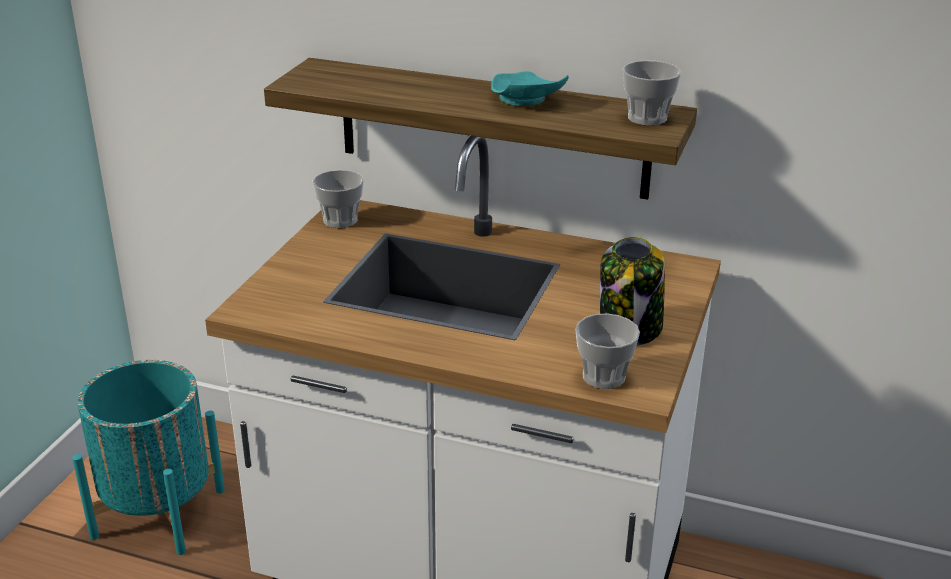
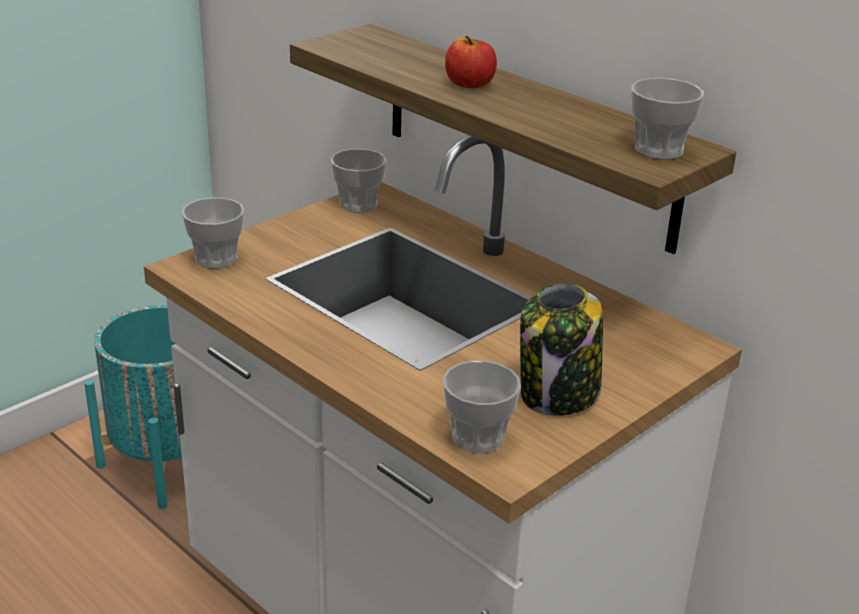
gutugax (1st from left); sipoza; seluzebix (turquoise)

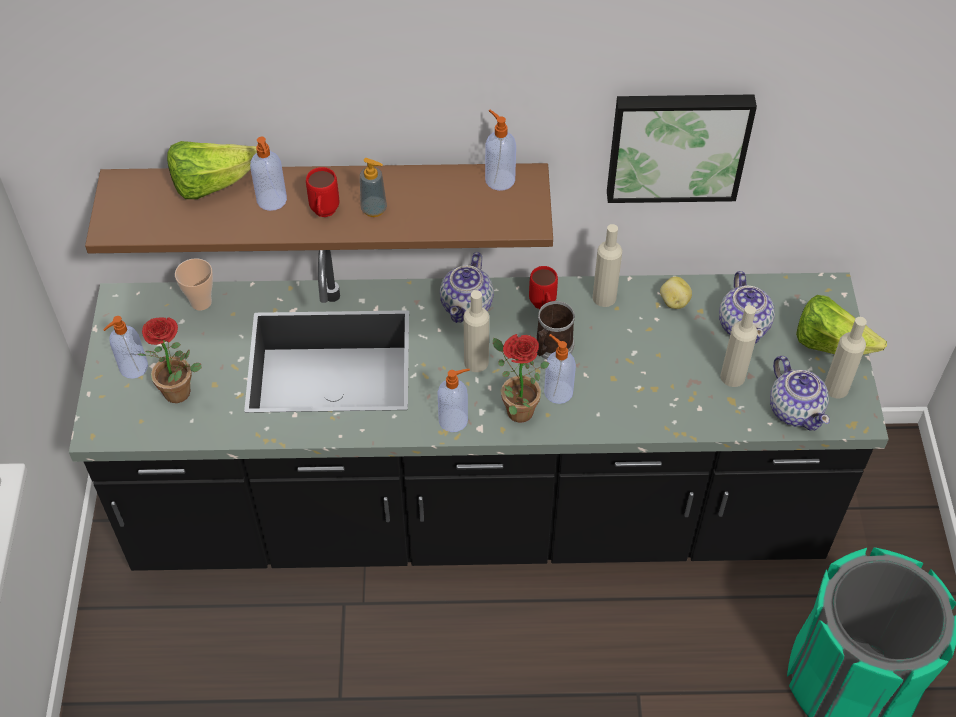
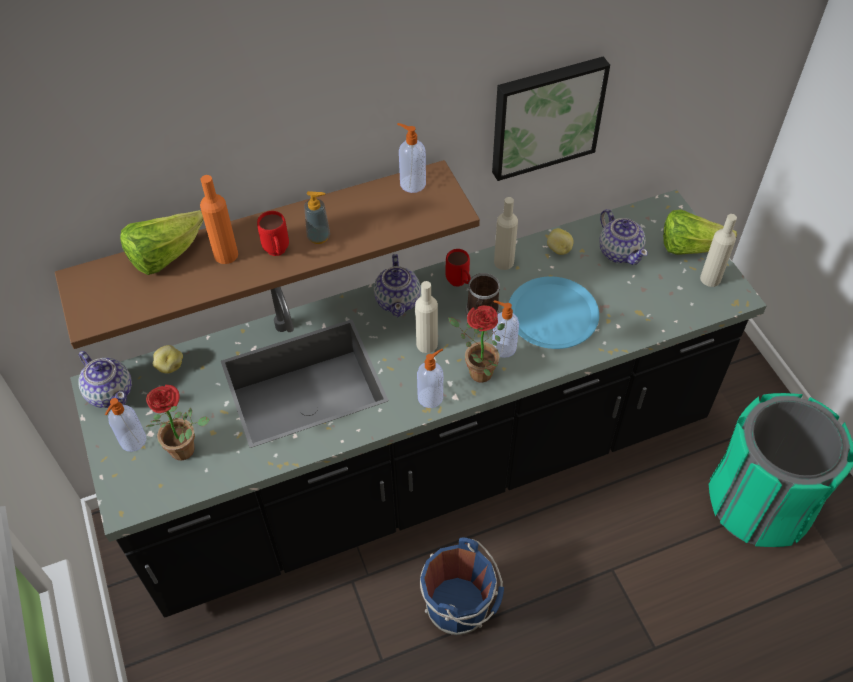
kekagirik (1st from left); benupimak (1st from left); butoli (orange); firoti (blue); seluzebix (blue); butoli (beige) (3rd from left in the first image)

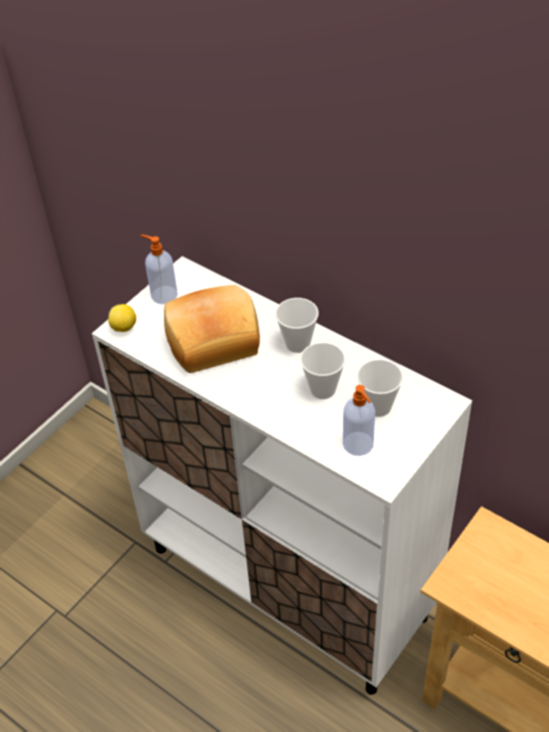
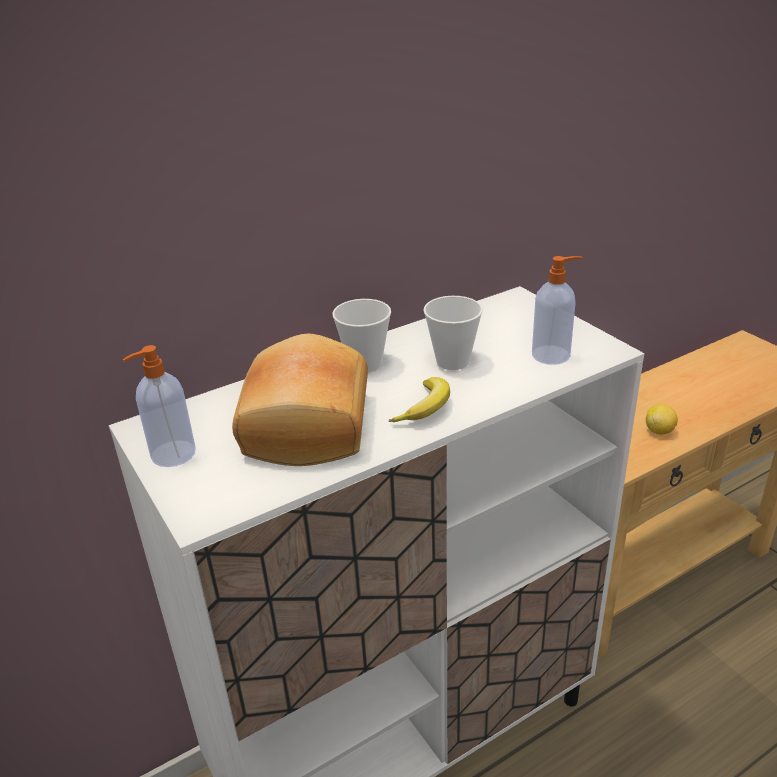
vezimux; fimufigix; gutugax (3rd from left in the first image)

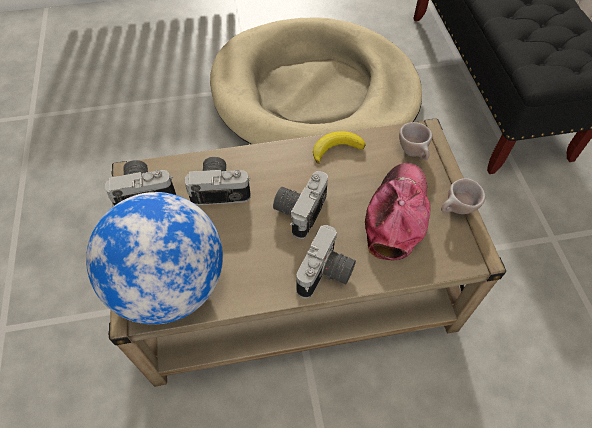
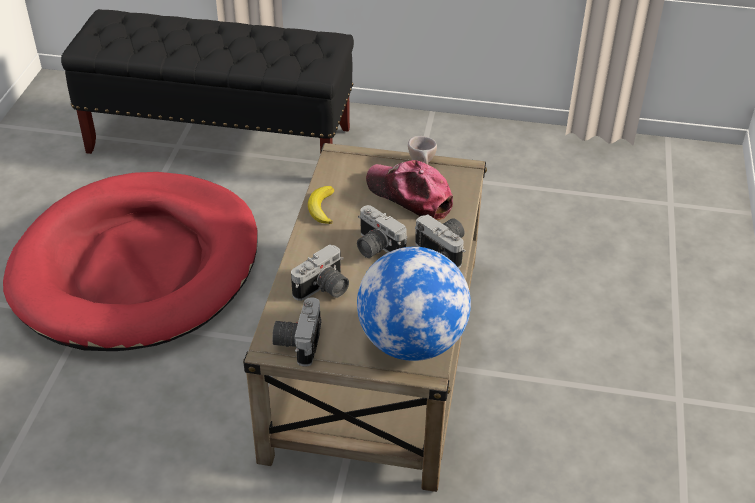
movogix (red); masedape (2nd from left); gutugax (beige) (1st from left in the first image)

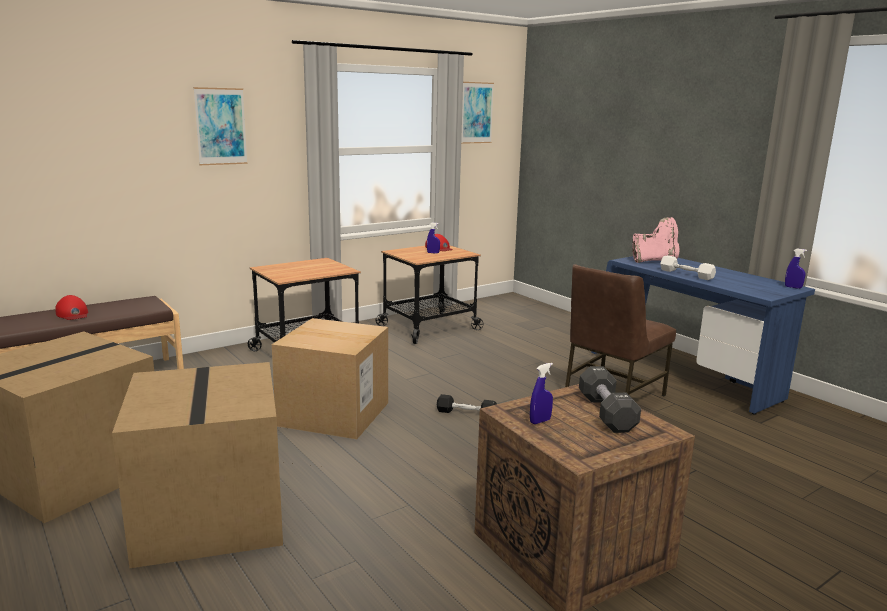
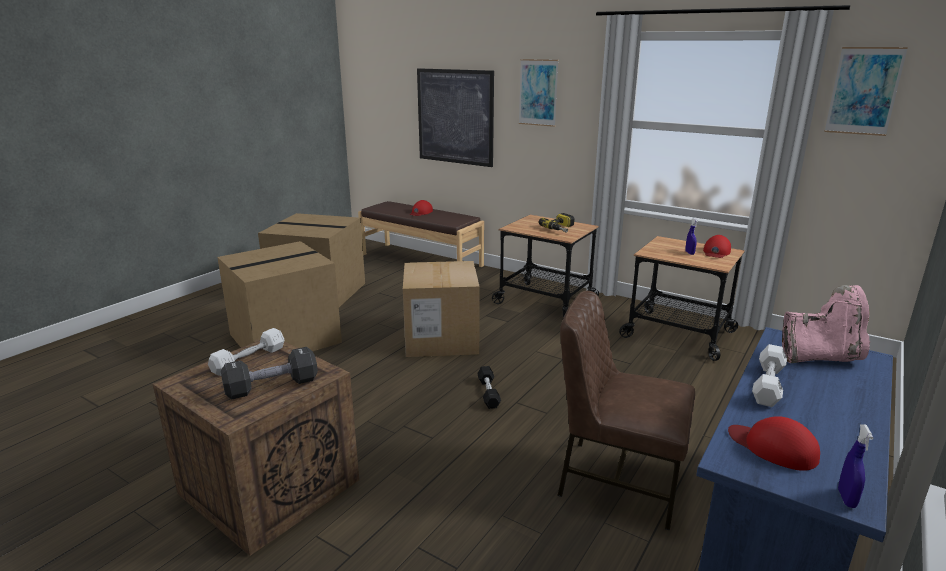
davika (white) (1st from left); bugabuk (1st from left); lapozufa; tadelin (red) (3rd from left); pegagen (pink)

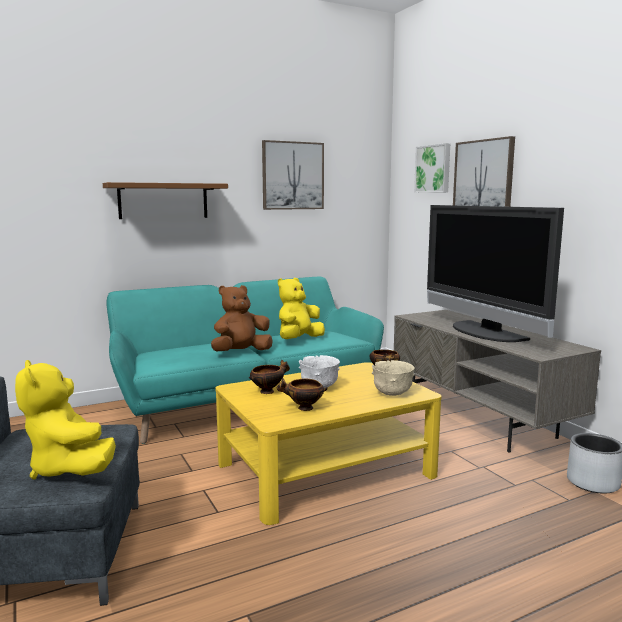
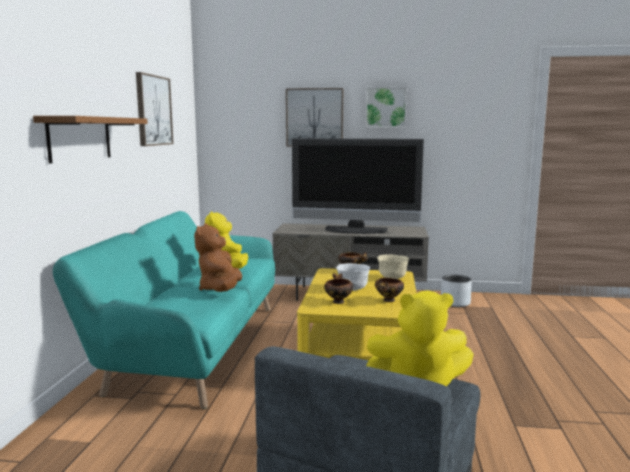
bugabuk (3rd from left)

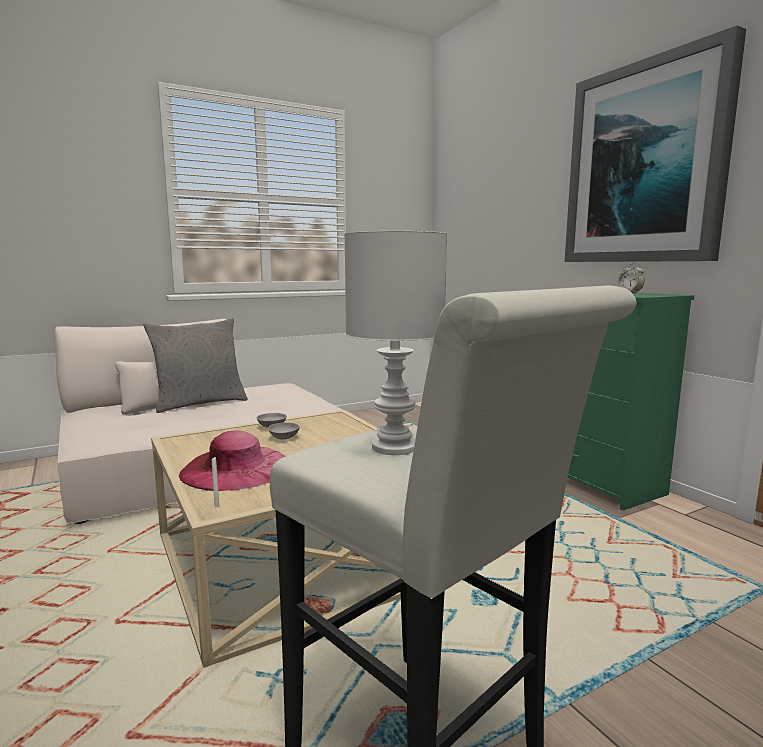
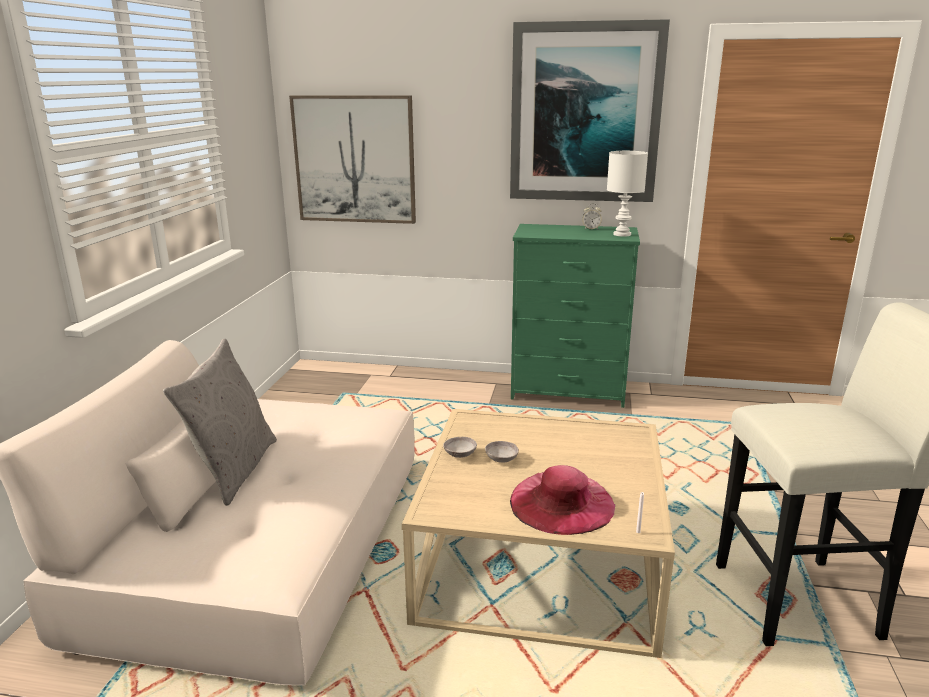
bugabuk (1st from left); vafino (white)

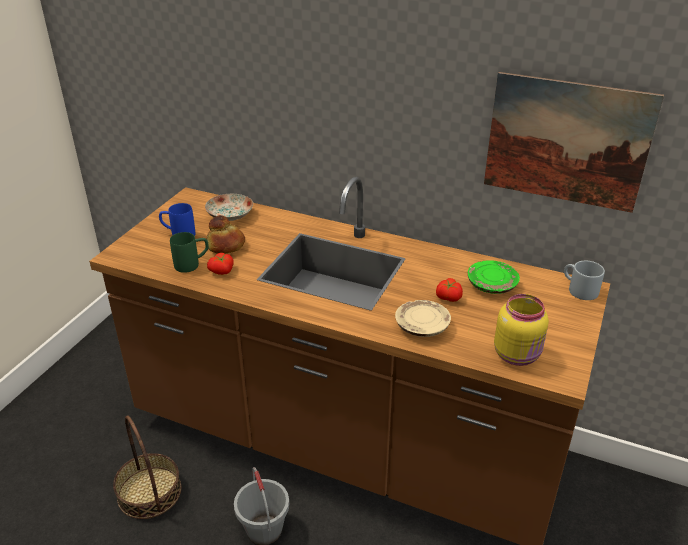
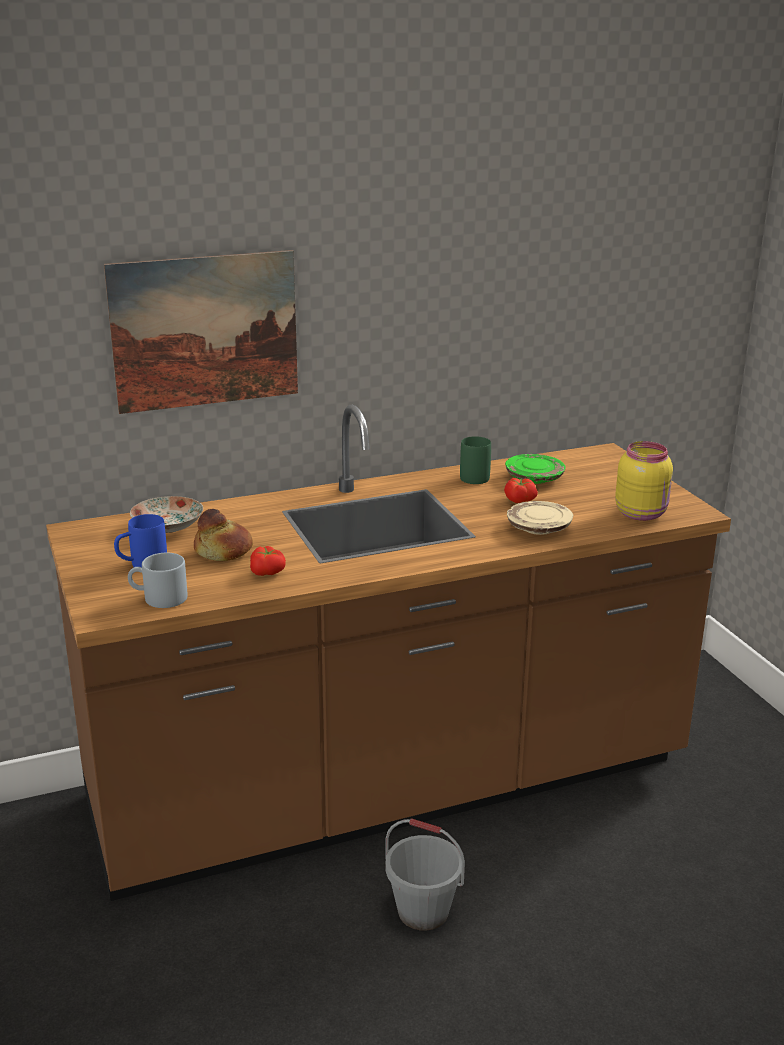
bugabuk; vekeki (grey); vekeki (green); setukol

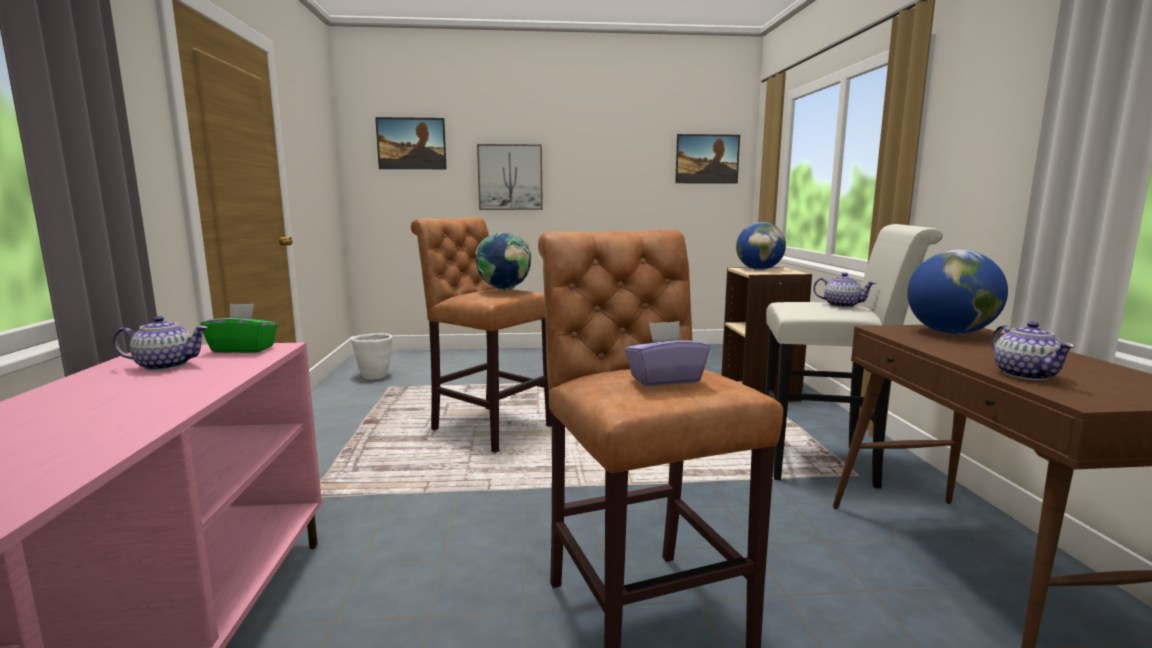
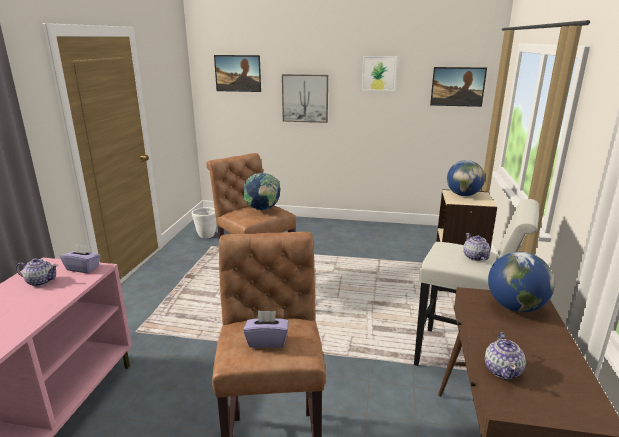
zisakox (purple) (1st from left); bugabuk (3rd from left); kekagirik (2nd from left)

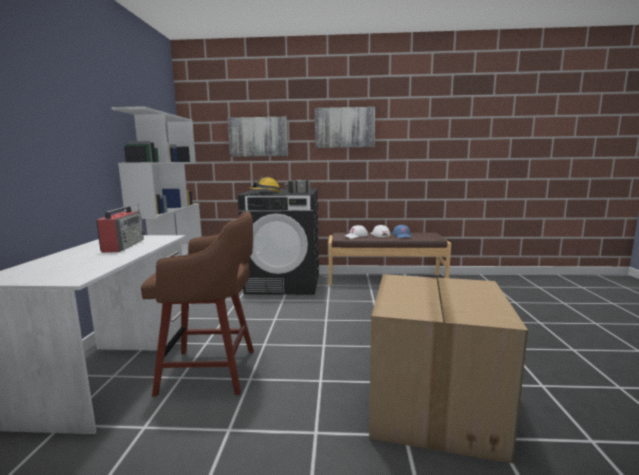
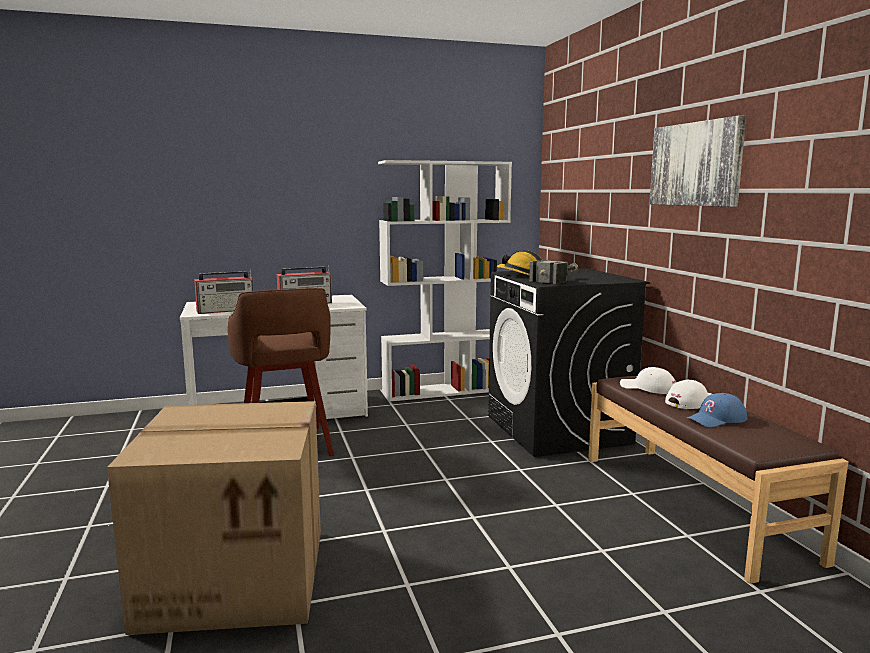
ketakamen (1st from left); bugabuk (1st from left in the first image)

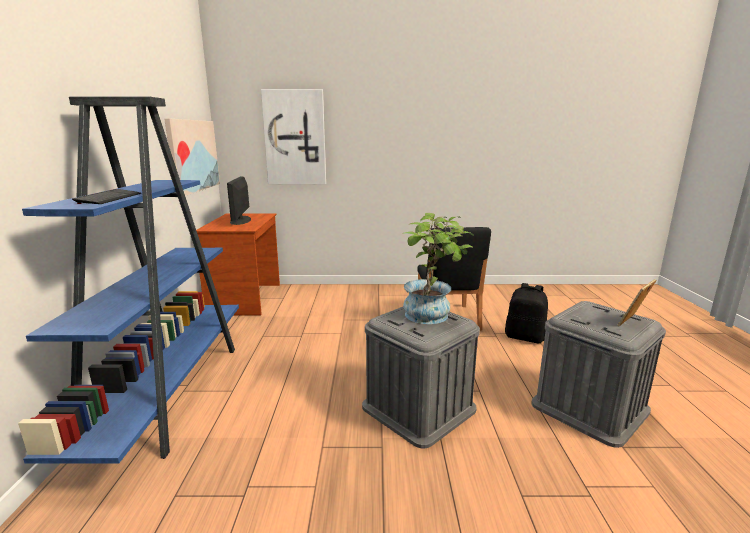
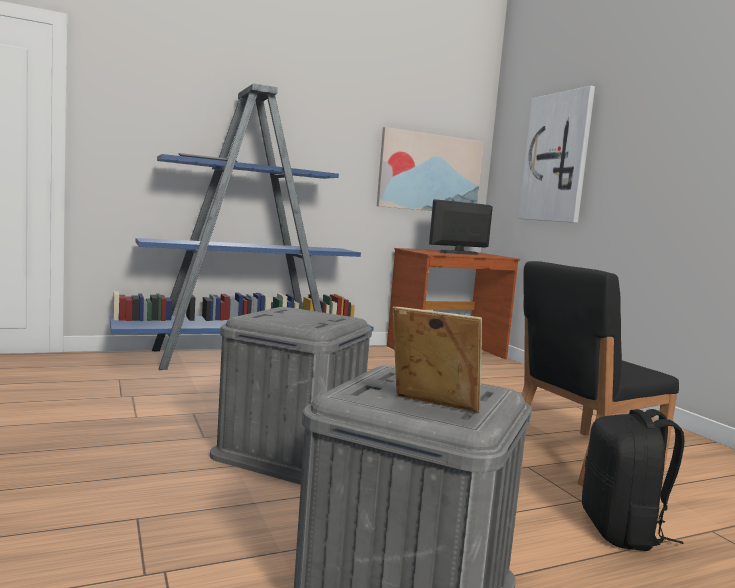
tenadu

